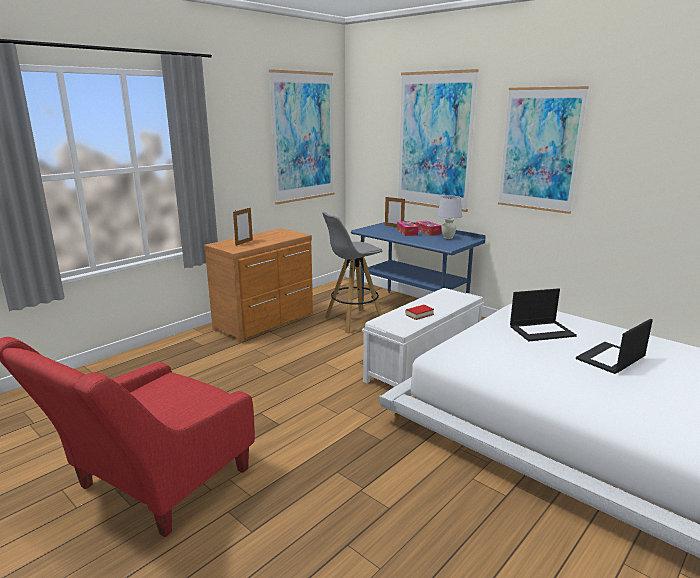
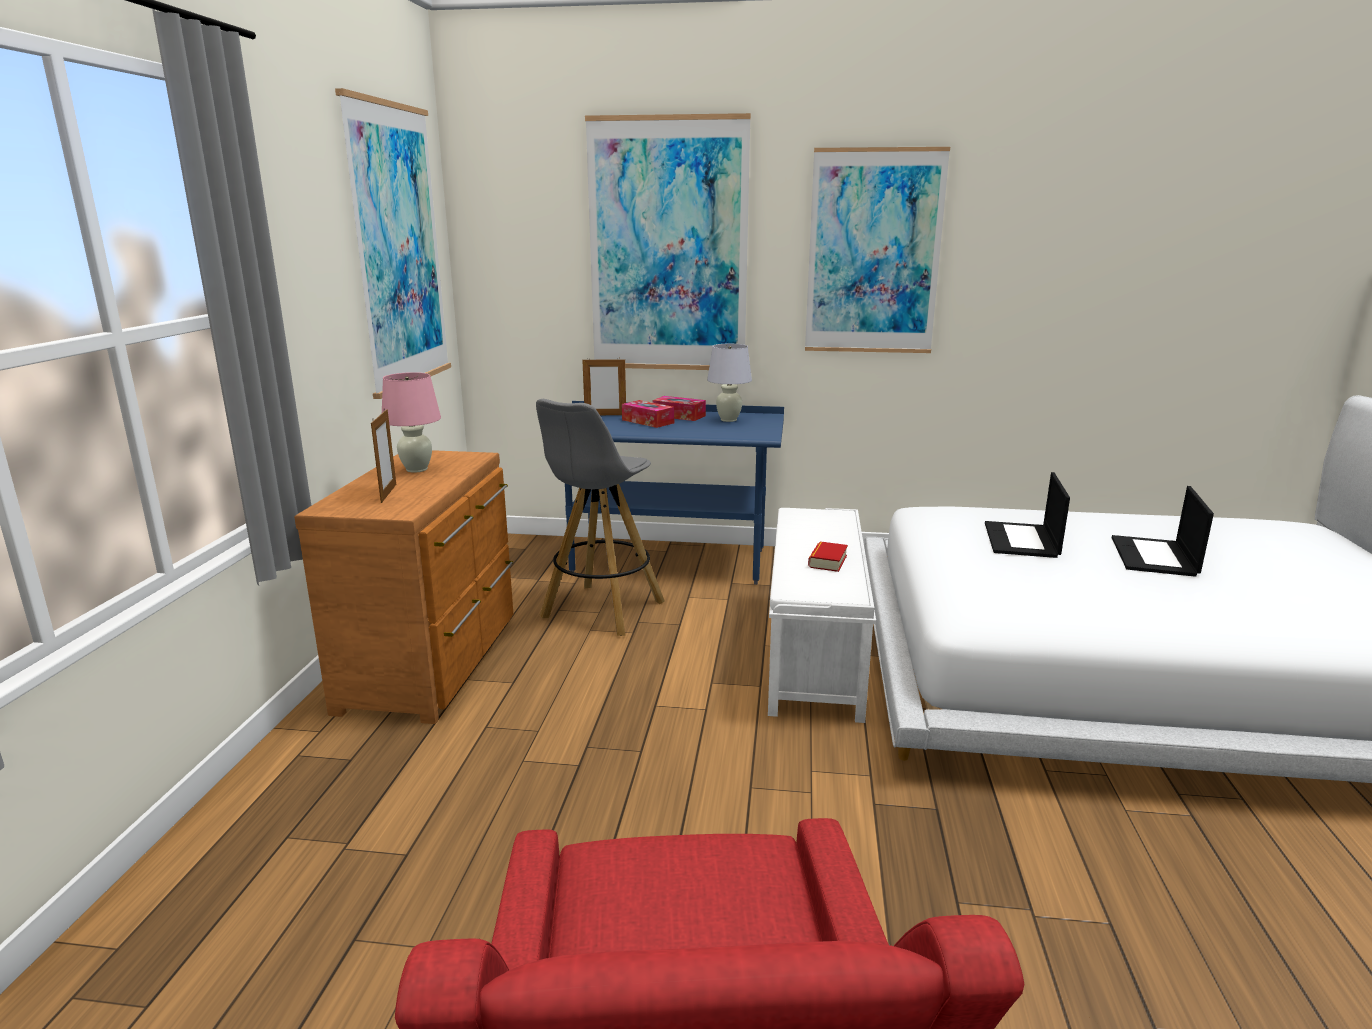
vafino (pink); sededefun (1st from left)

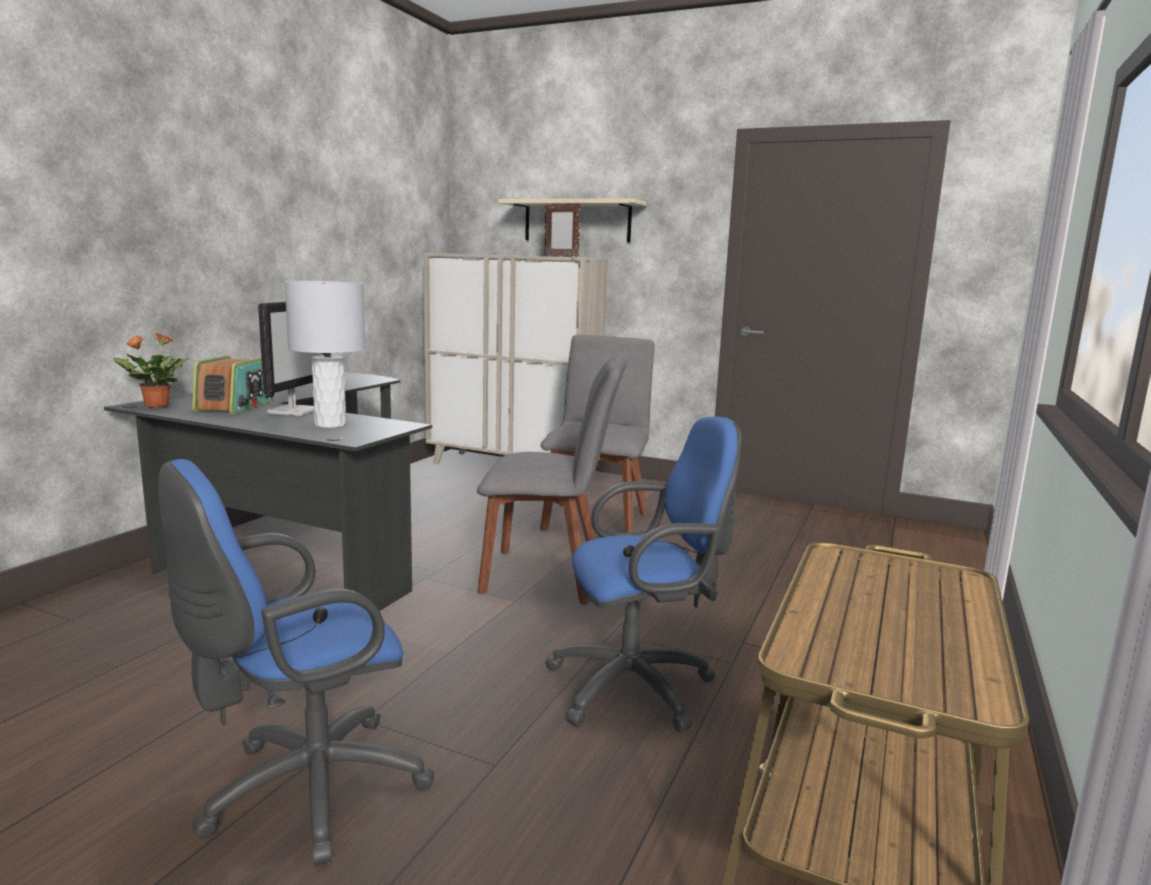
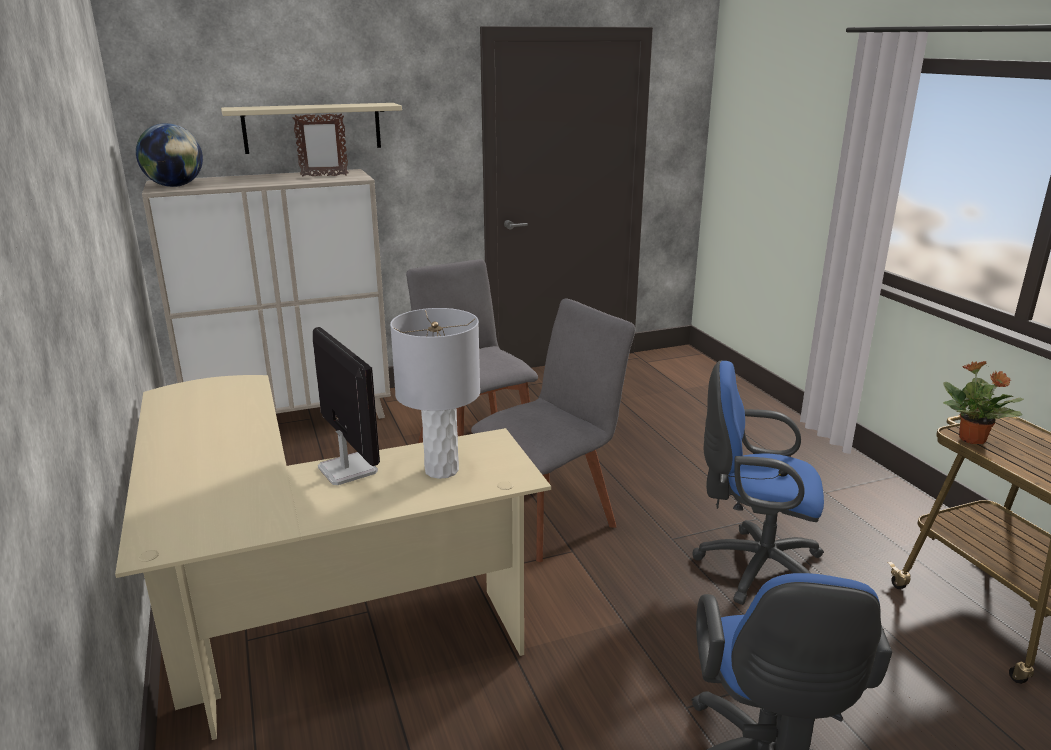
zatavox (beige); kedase; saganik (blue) (1st from left); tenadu; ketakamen

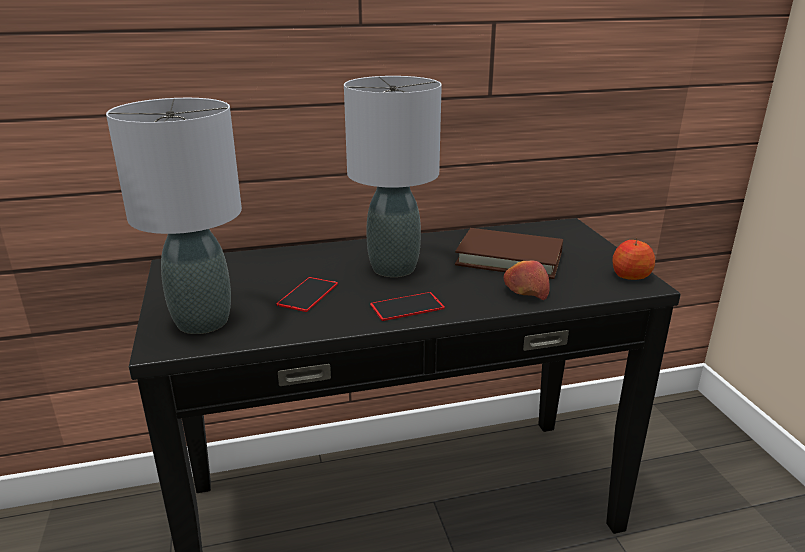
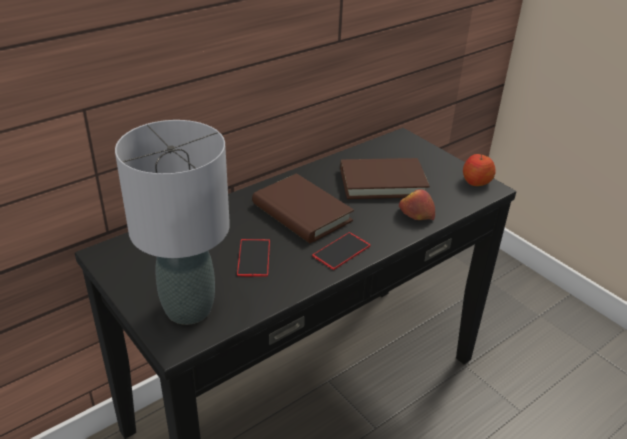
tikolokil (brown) (1st from left)

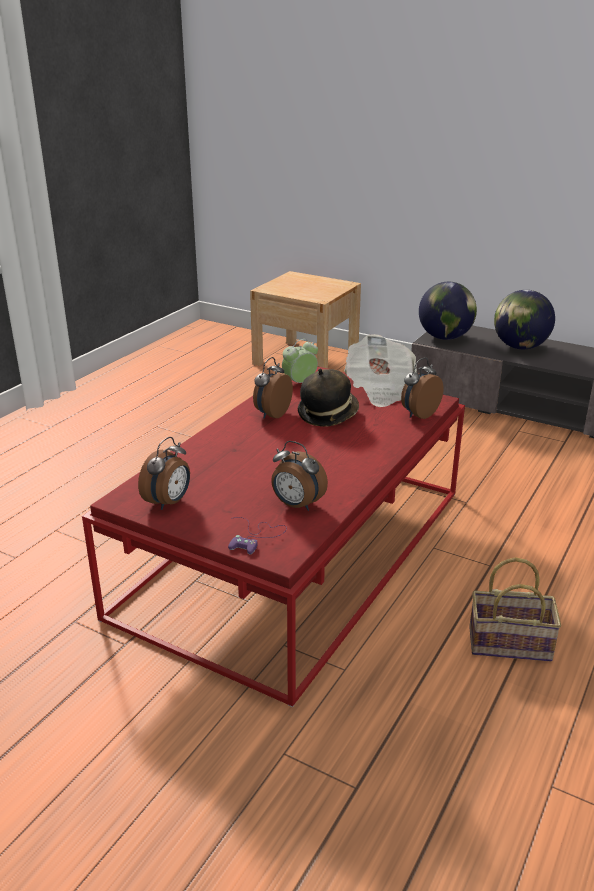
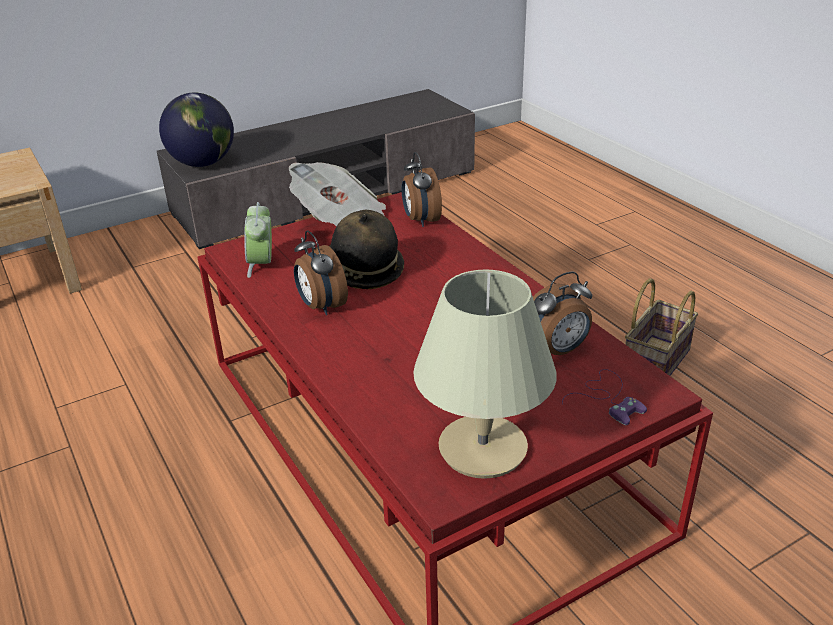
vafino (beige); kedase (2nd from left in the first image)

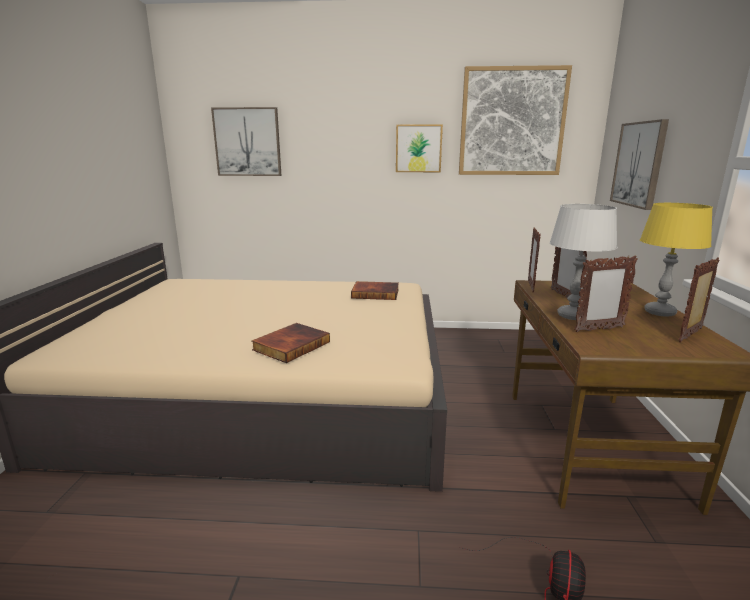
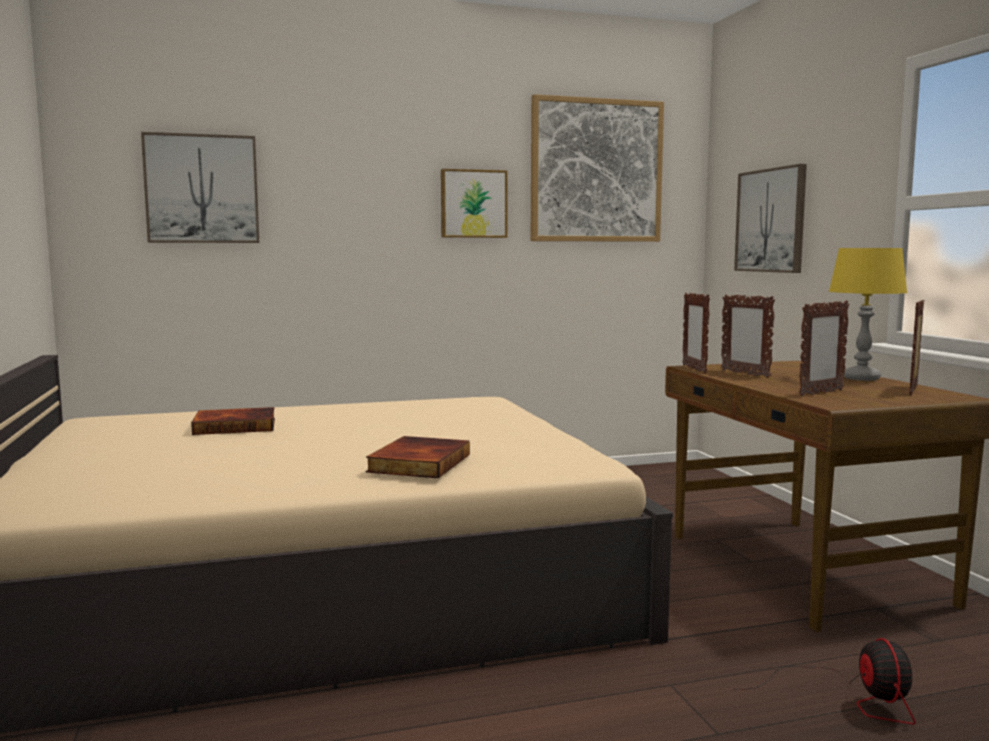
tikolokil (1st from left); vafino (grey)

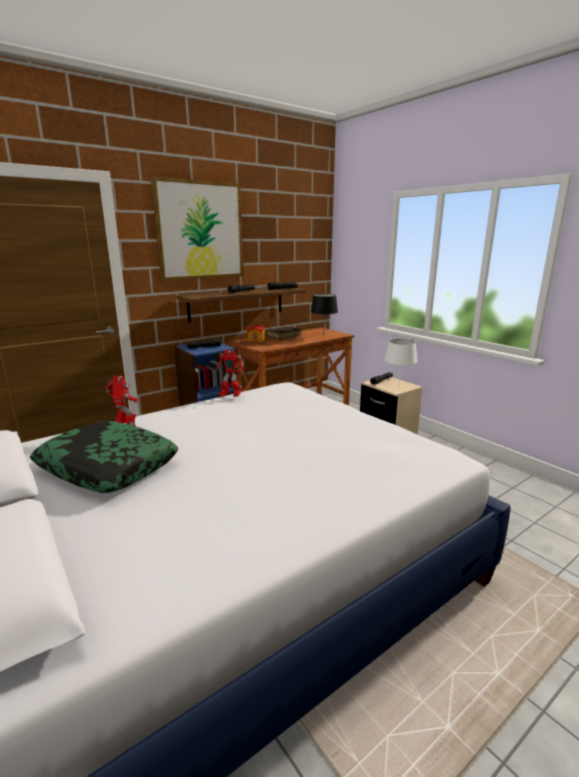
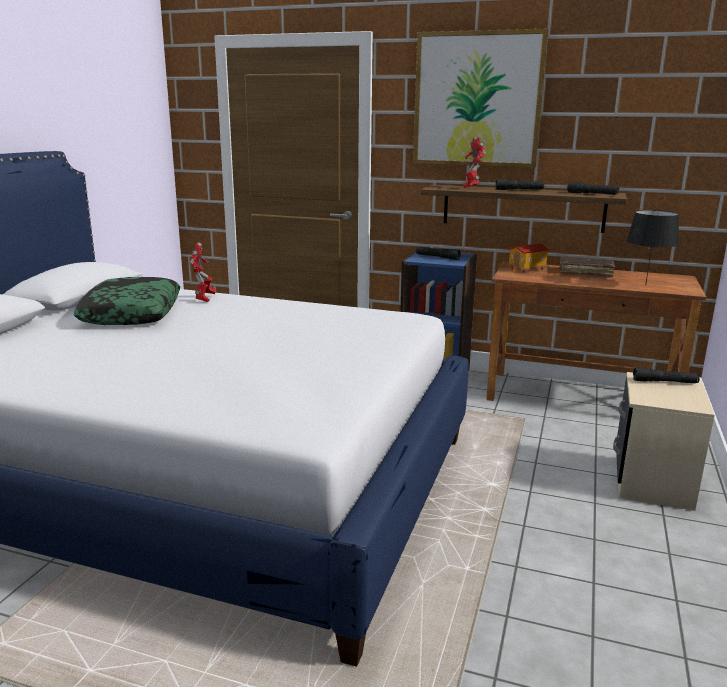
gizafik (2nd from left); vafino (white)

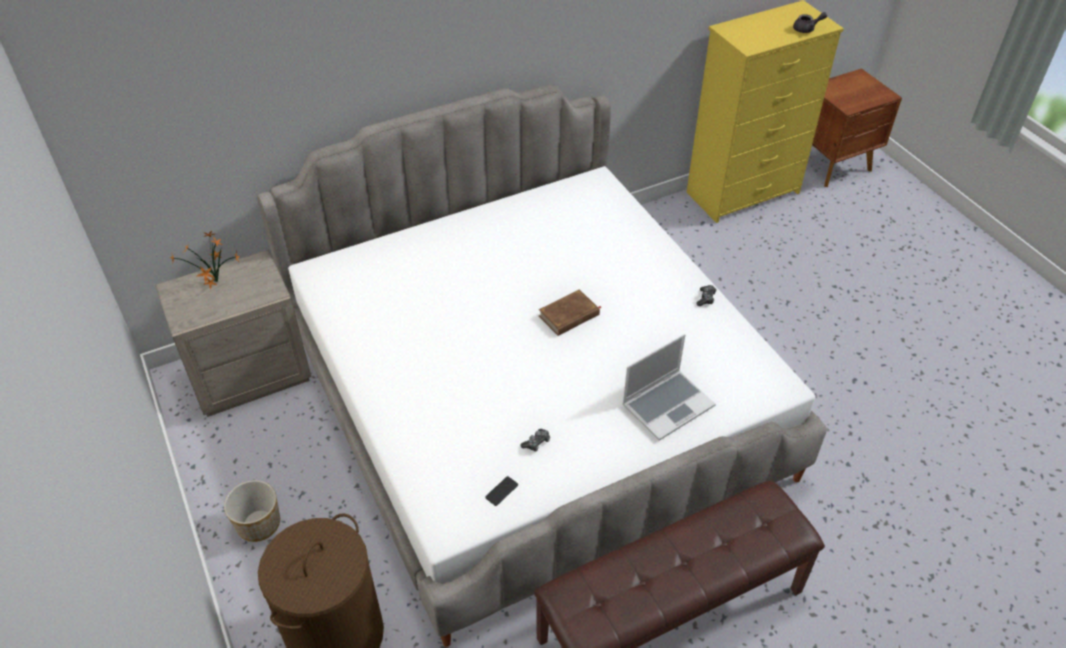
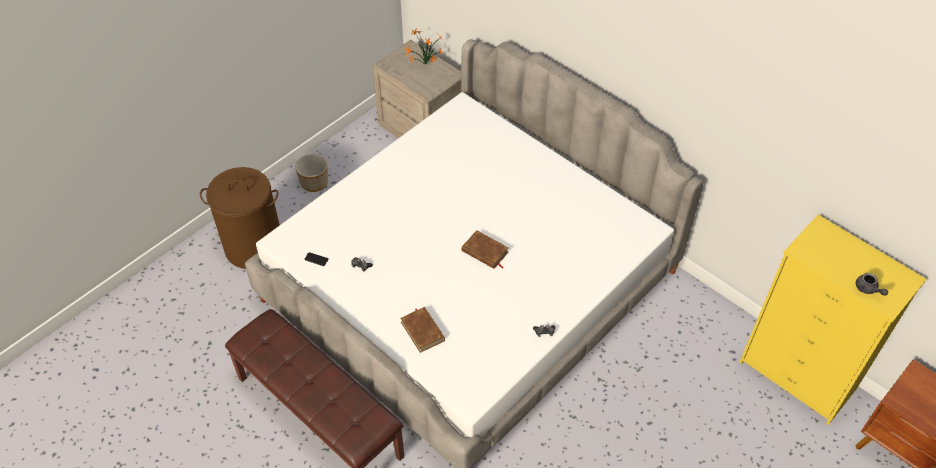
tikolokil (brown) (1st from left)

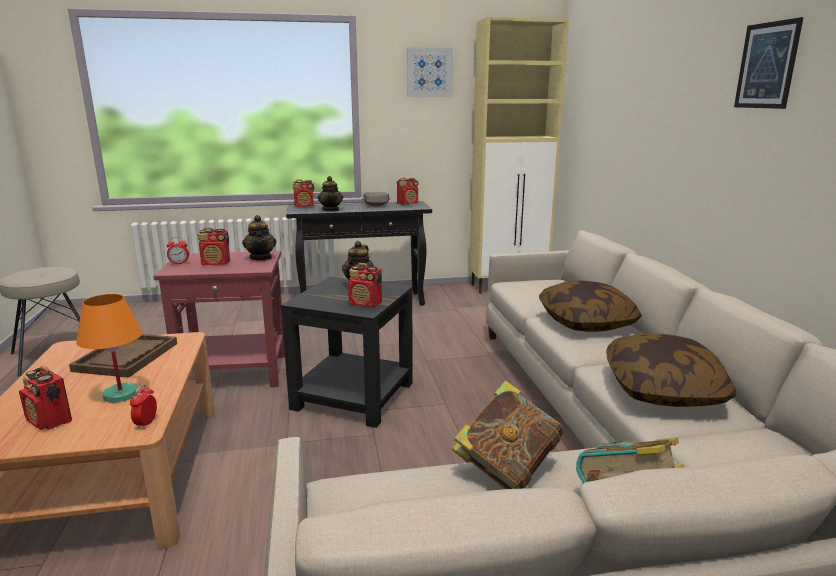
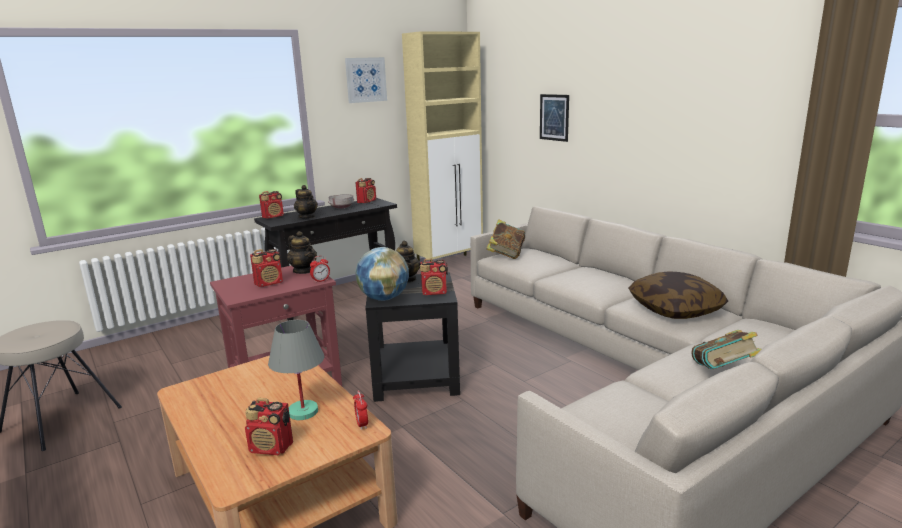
vafino (grey); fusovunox (1st from left); kedase; tikolokil (1st from left); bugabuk (2nd from left); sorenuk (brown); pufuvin (1st from left in the first image)

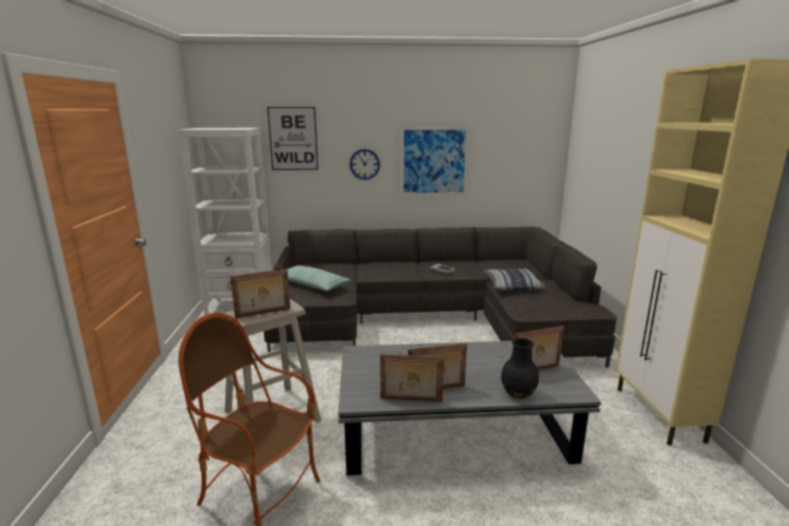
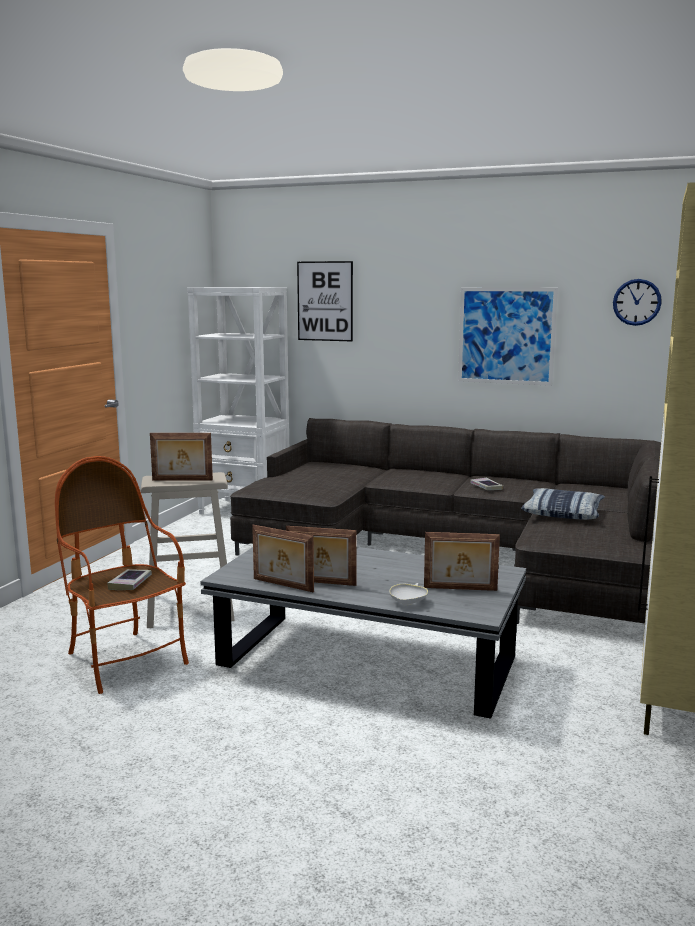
tikolokil (1st from left); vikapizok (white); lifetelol; pufuvin (1st from left in the first image)

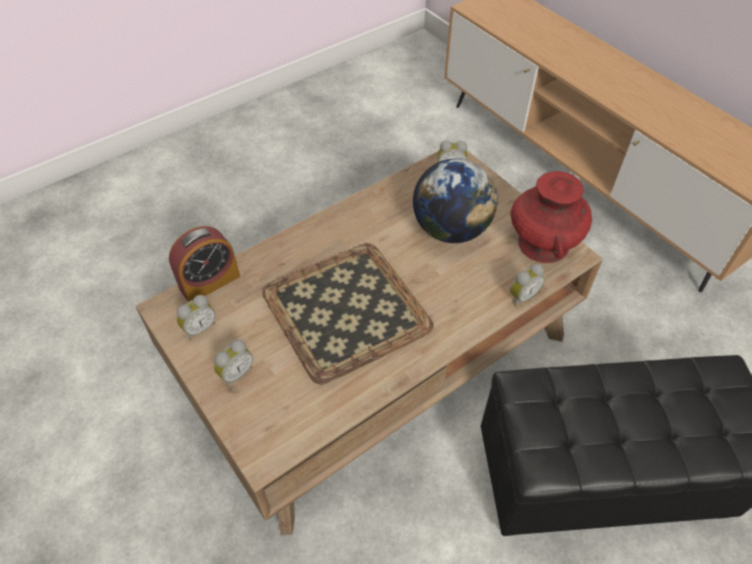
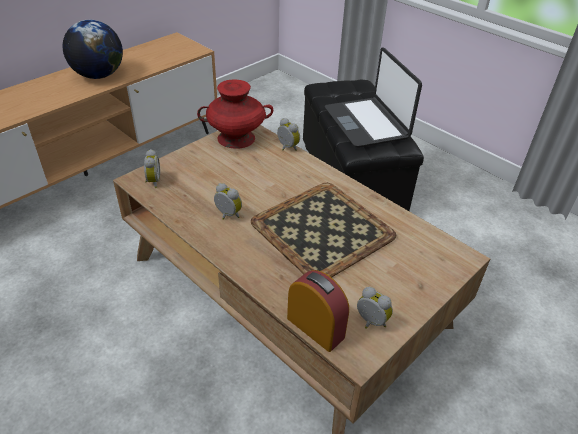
kedase; fusovunox (2nd from left); sededefun

